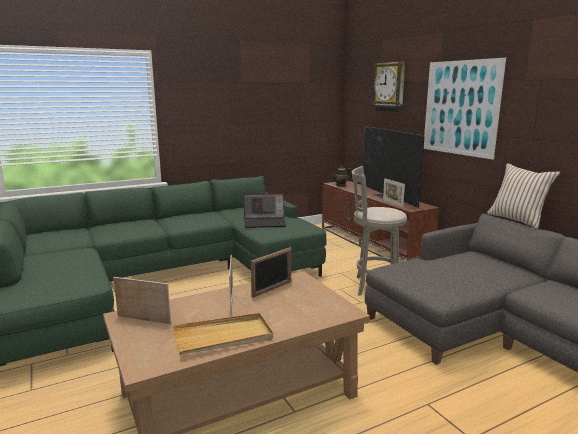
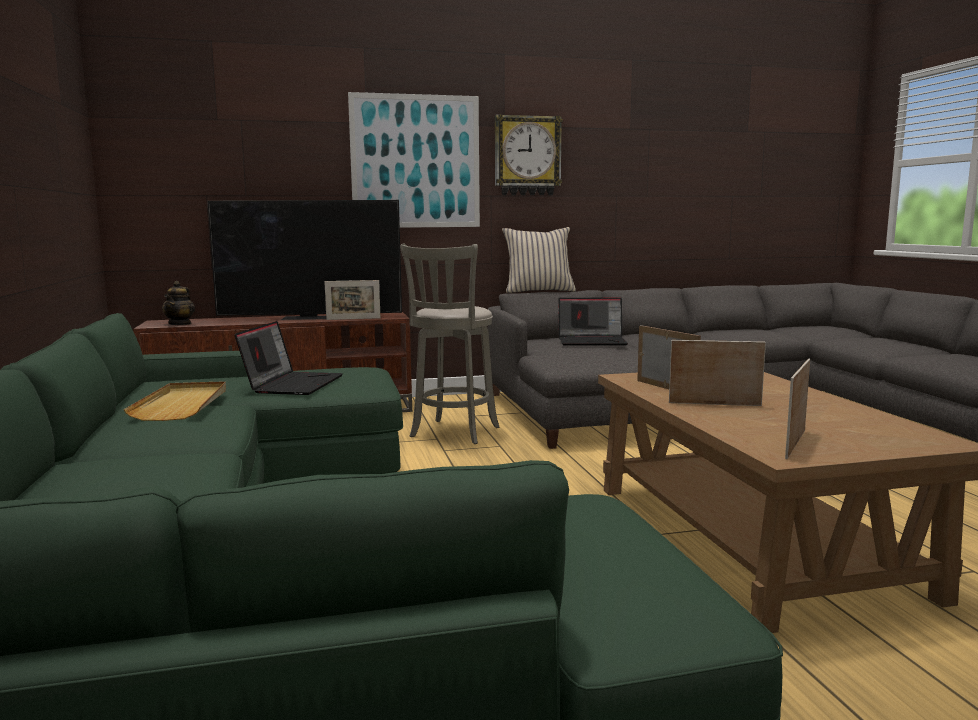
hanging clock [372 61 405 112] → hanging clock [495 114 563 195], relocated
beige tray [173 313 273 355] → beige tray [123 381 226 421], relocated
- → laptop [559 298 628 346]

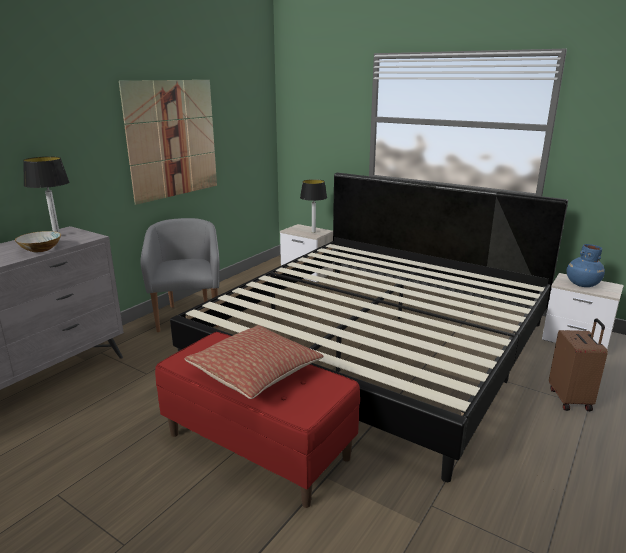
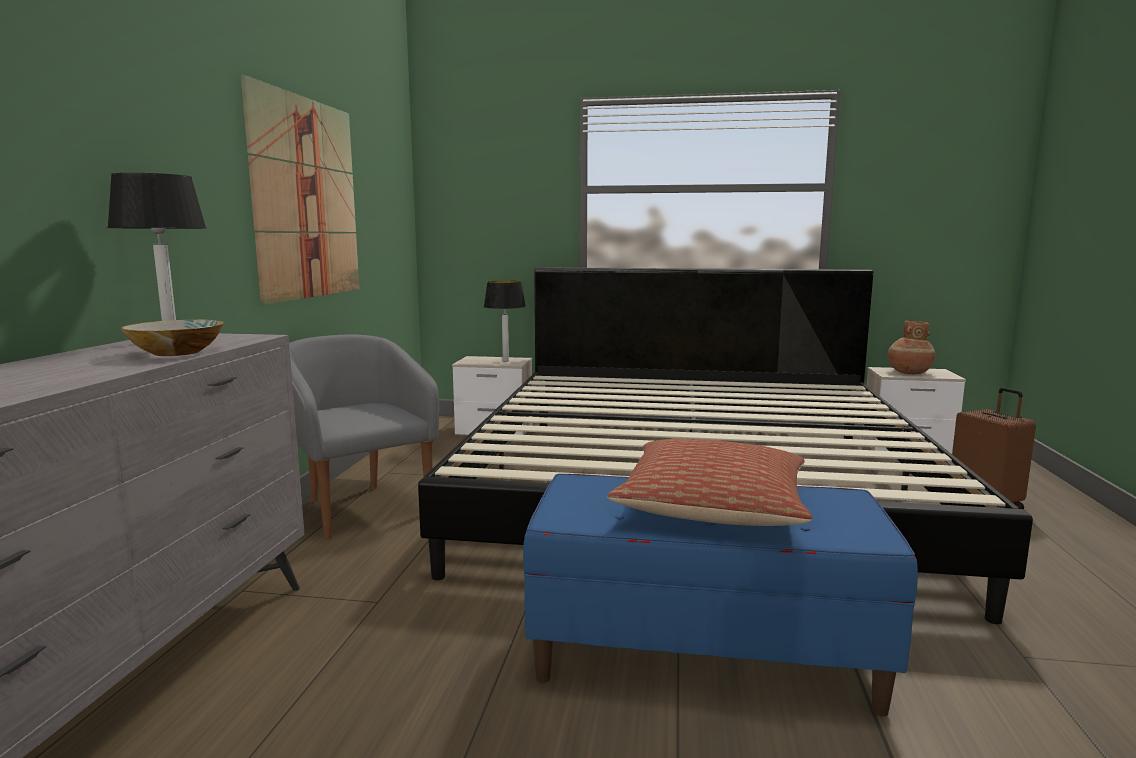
blue flower vase [567 244 605 287] → brown flower vase [888 321 935 374]
red-coloured indoor bench [155 332 360 508] → blue indoor bench [523 474 918 716]

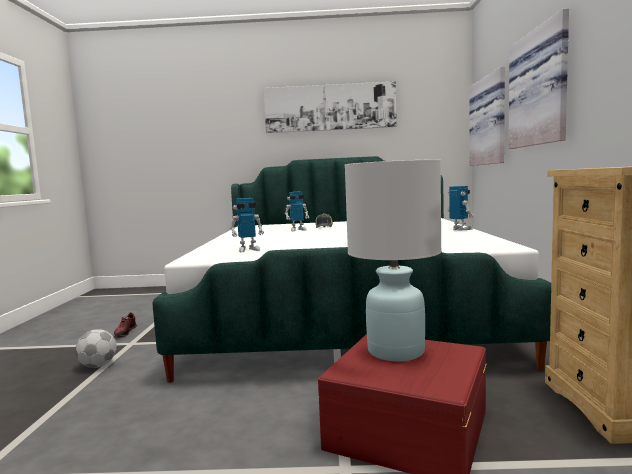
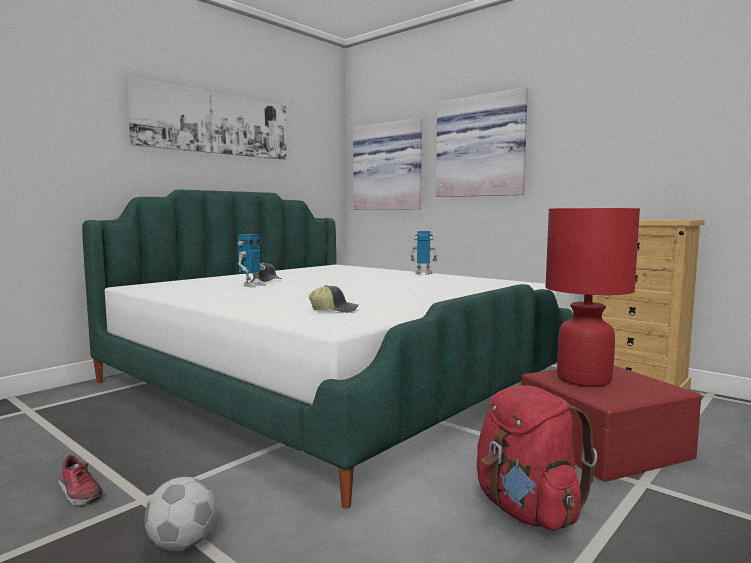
whitish tabletop lamp [345 159 442 361] → red-coloured tabletop lamp [545 208 640 387]
robot figure [230 198 264 252] → baseball cap [309 285 359 313]
- → red-coloured backpack [477 385 597 531]

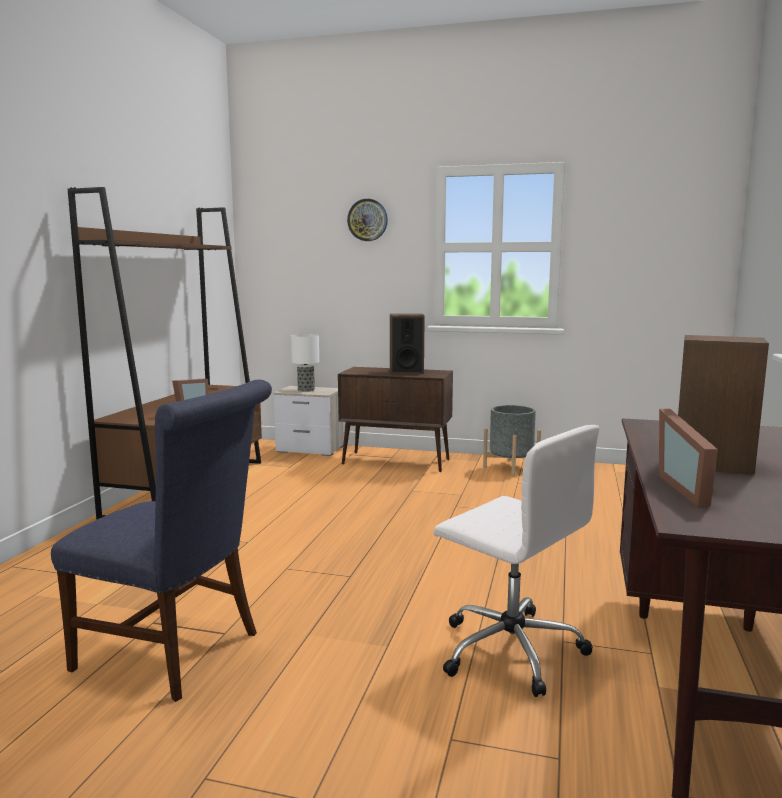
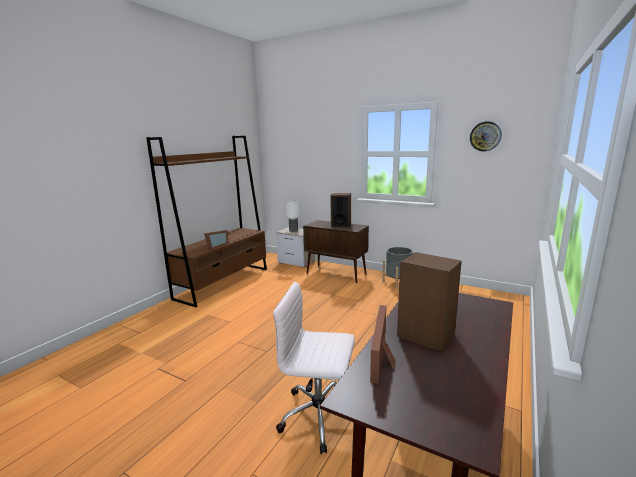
hanging clock [347 199 388 241] → hanging clock [470 121 502 151], relocated
blue plain chair [51 380 272 702] → -
whitish desk chair [434 425 600 697] → whitish desk chair [273 281 355 454], 135 degrees clockwise

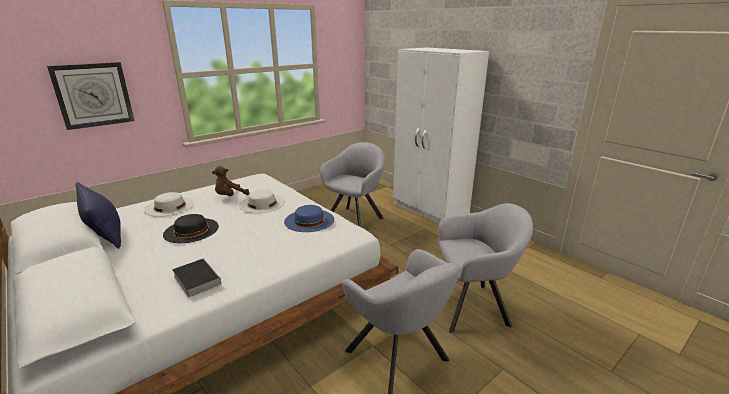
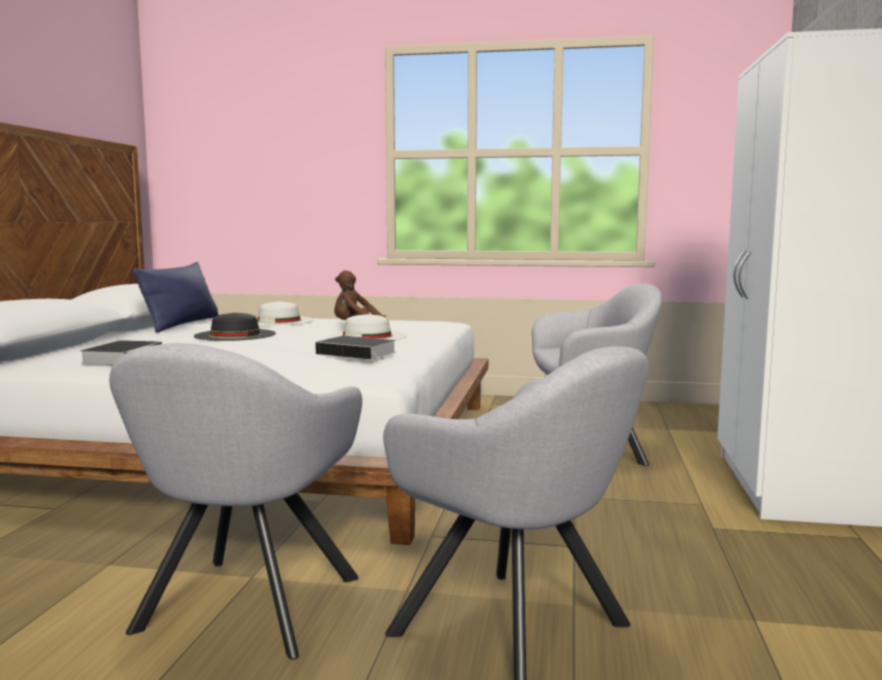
hanging clock [47 62 135 130] → -
blue hat [284 205 334 232] → volume [315 336 396 360]

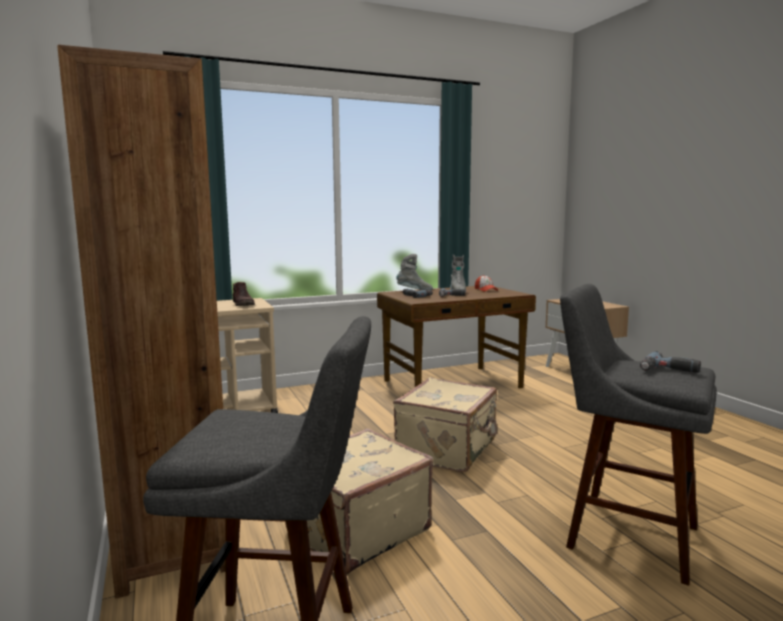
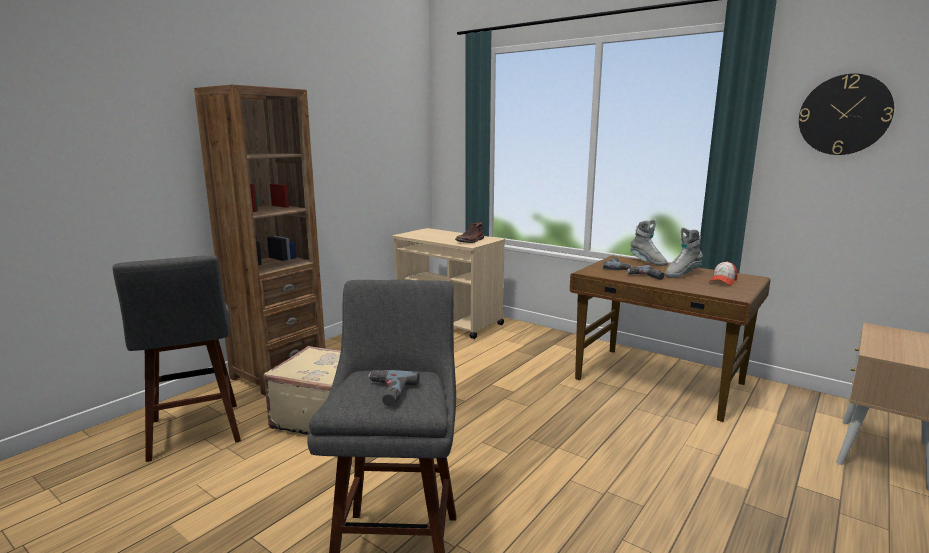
beige piece of luggage [393 378 497 473] → -
- → hanging clock [799 74 894 155]

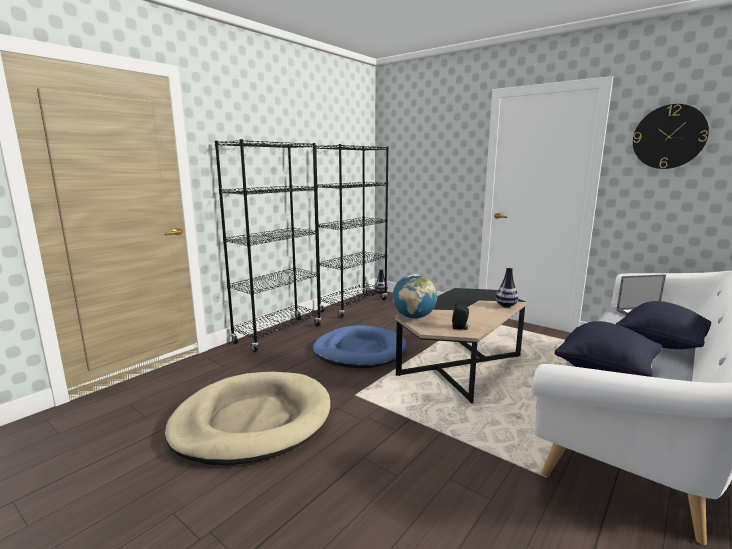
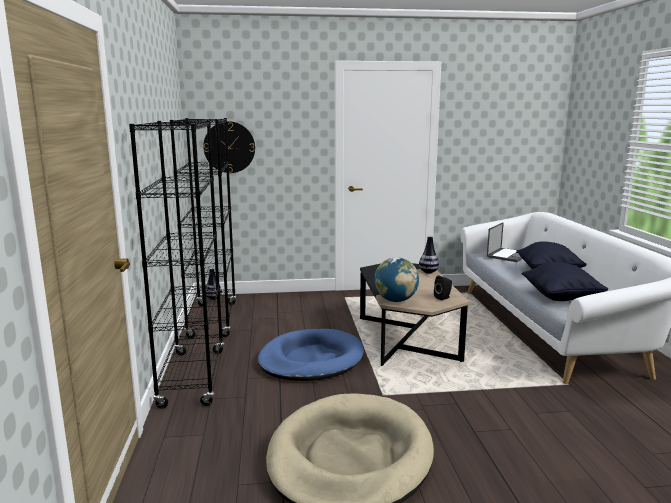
hanging clock [633 104 709 169] → hanging clock [203 121 255 173], relocated

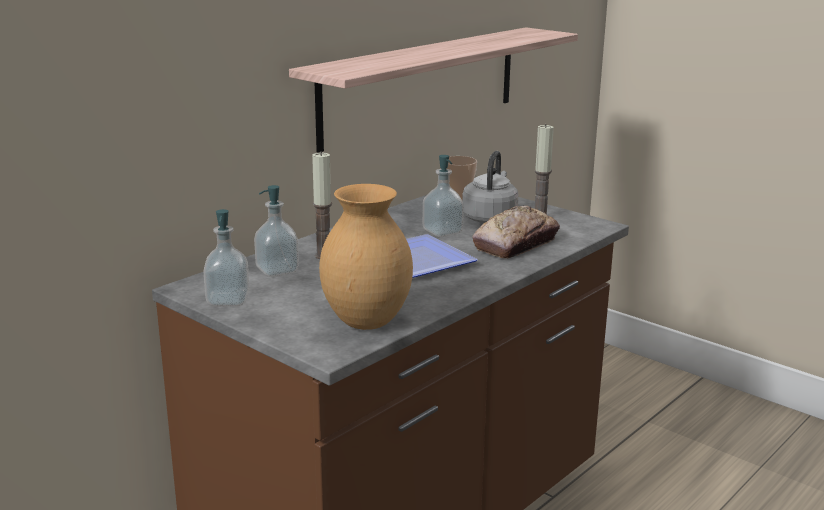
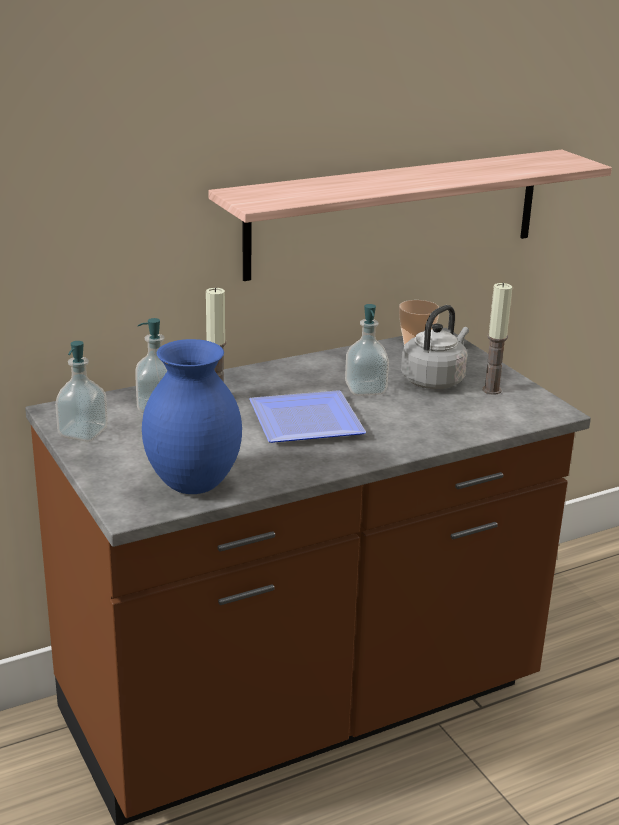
brown flower vase [319 184 413 330] → blue flower vase [142 339 242 494]
bakery bread [472 206 560 258] → -

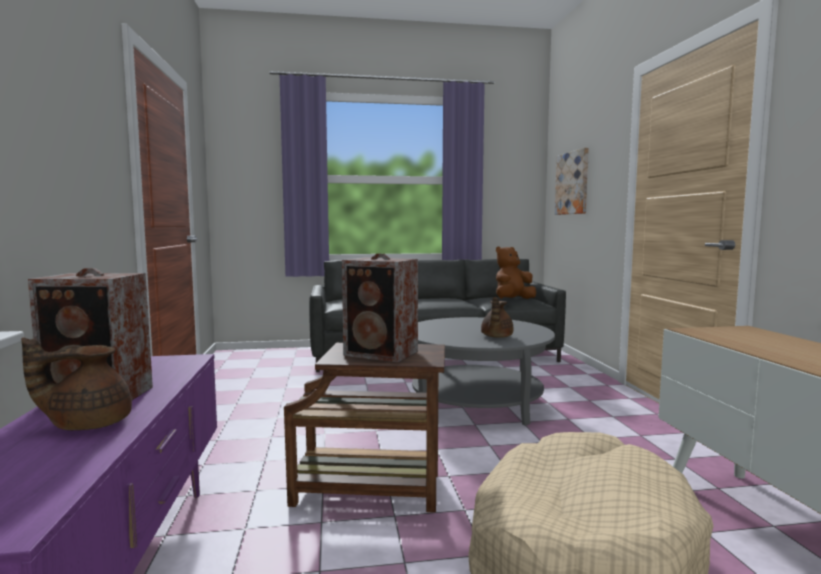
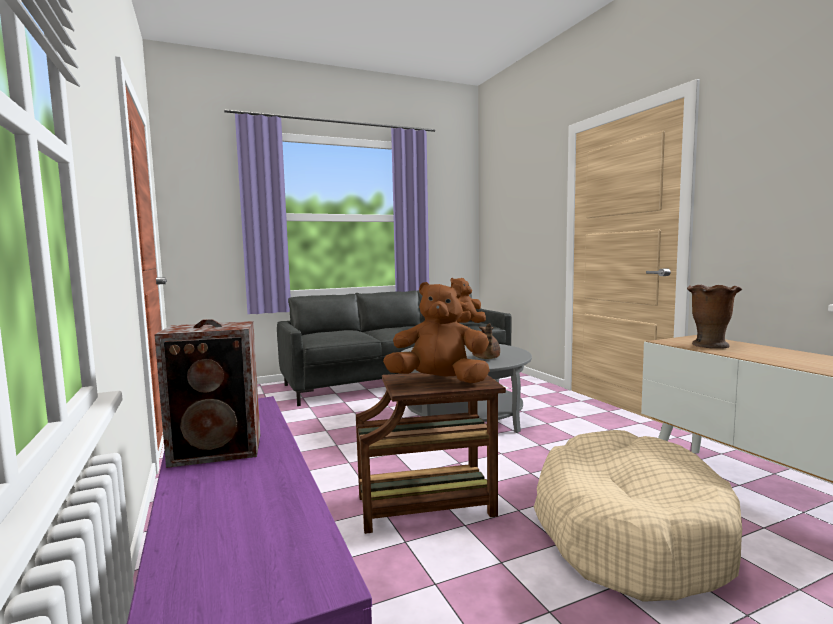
picture [555 147 589 215] → -
loudspeaker [342 254 418 363] → brown soft toy [383 282 490 383]
brown pot for tea [21 337 132 430] → -
- → brown flower vase [687 285 742 349]

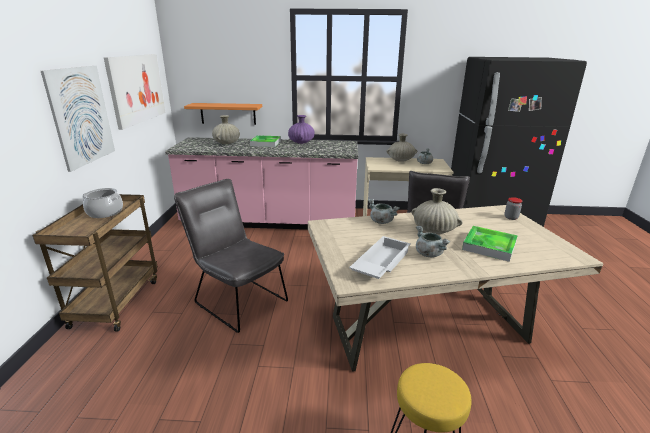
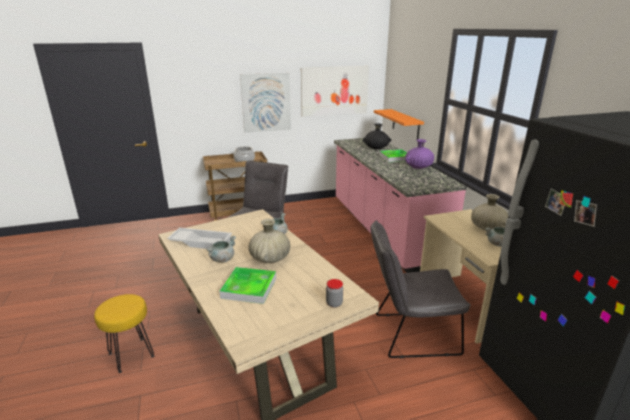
beige flower vase [212 115 240 144] → blackish flower vase [362 123 391 149]

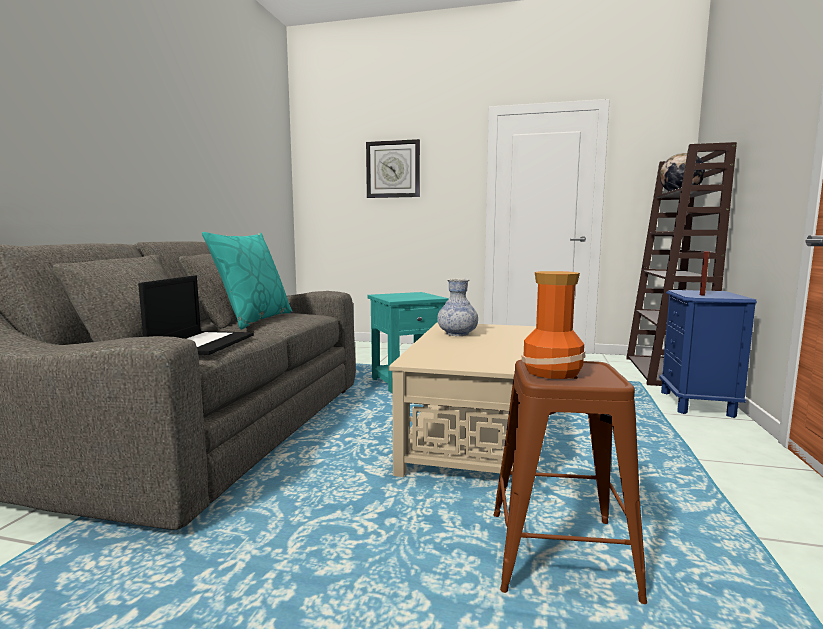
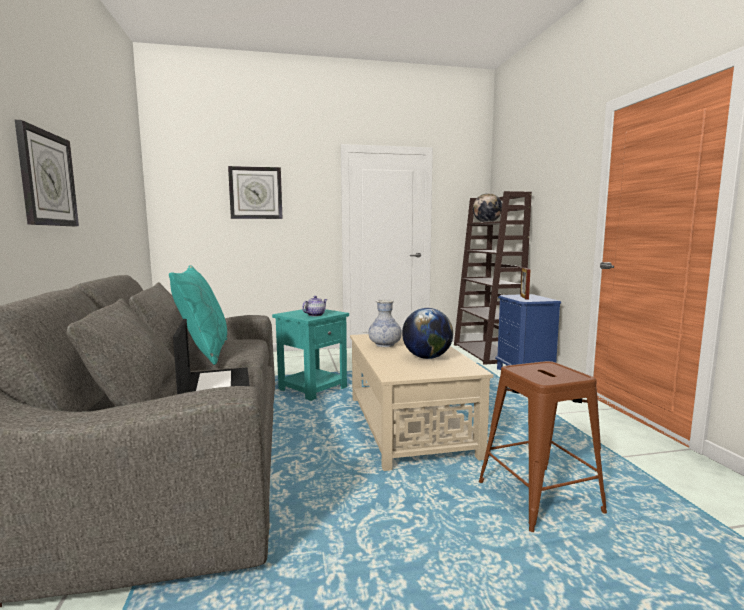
flower vase [521 271 586 379] → -
- → hanging clock [15 120 79 226]
- → pot for tea [302 296 327 316]
- → desk globe [402 308 453 359]

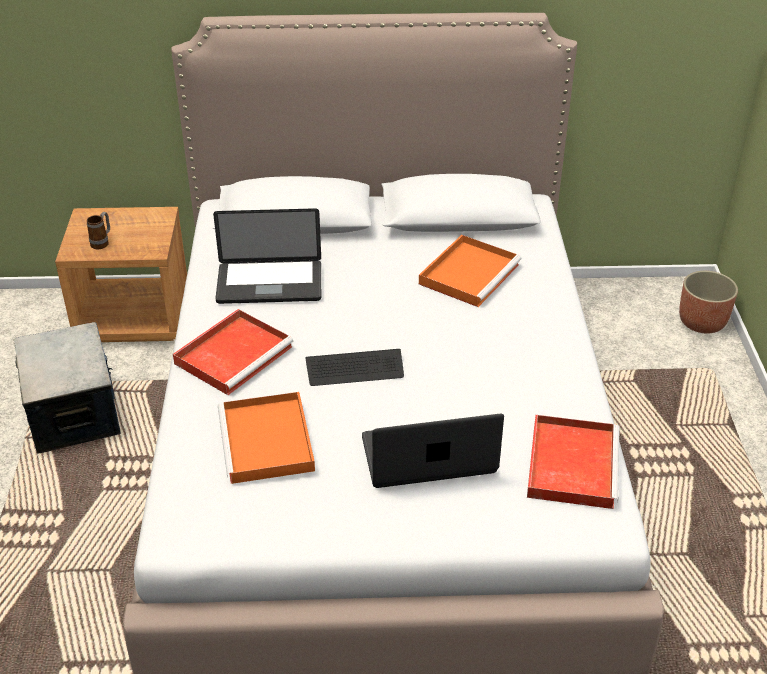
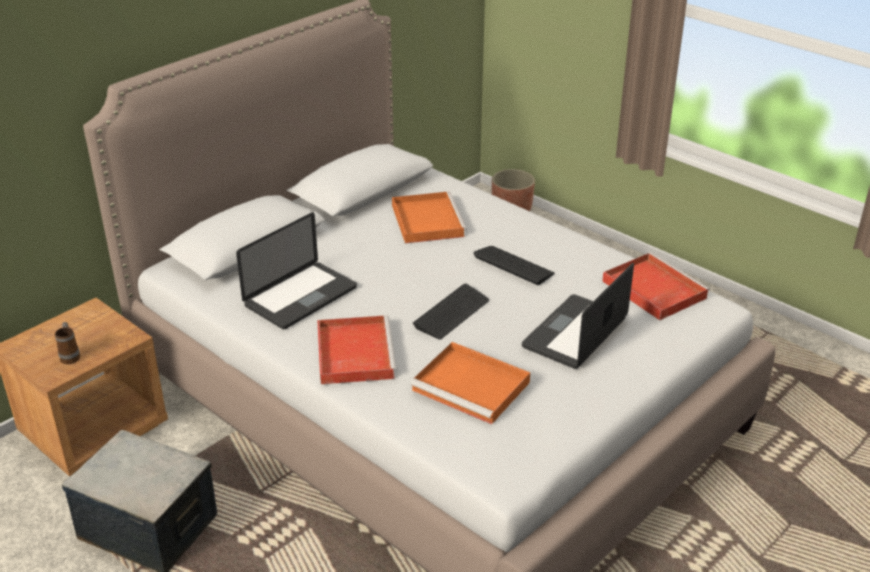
- → computer keyboard [473 246 555 285]

